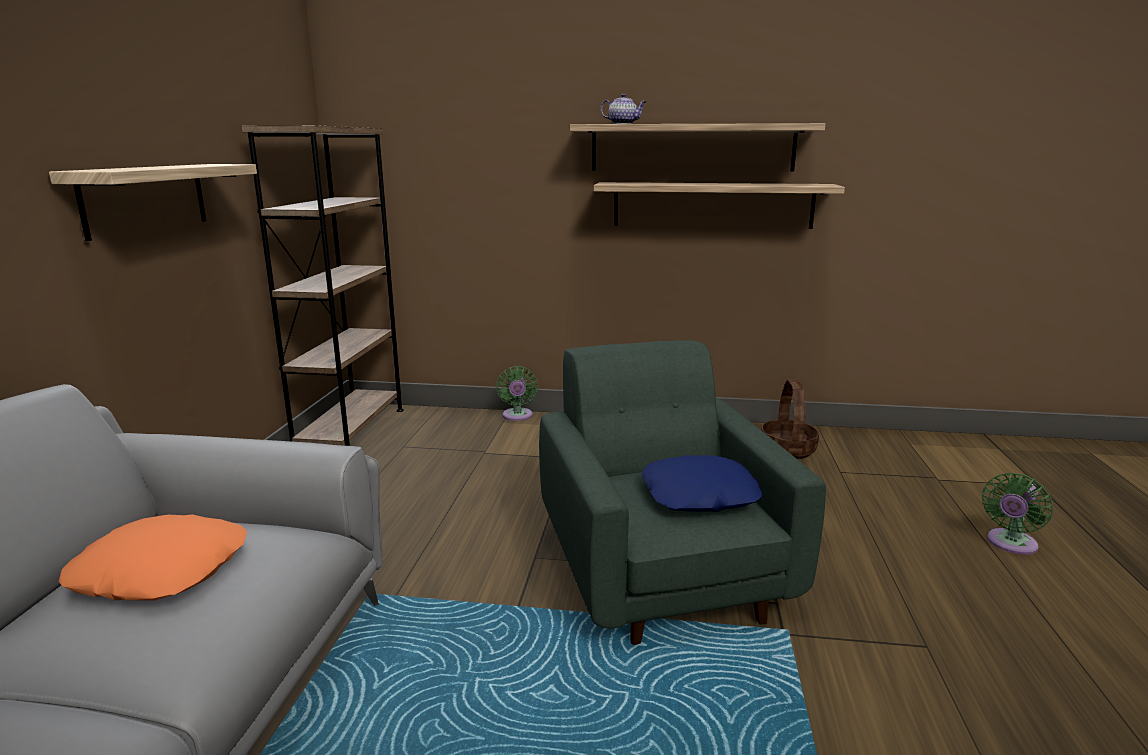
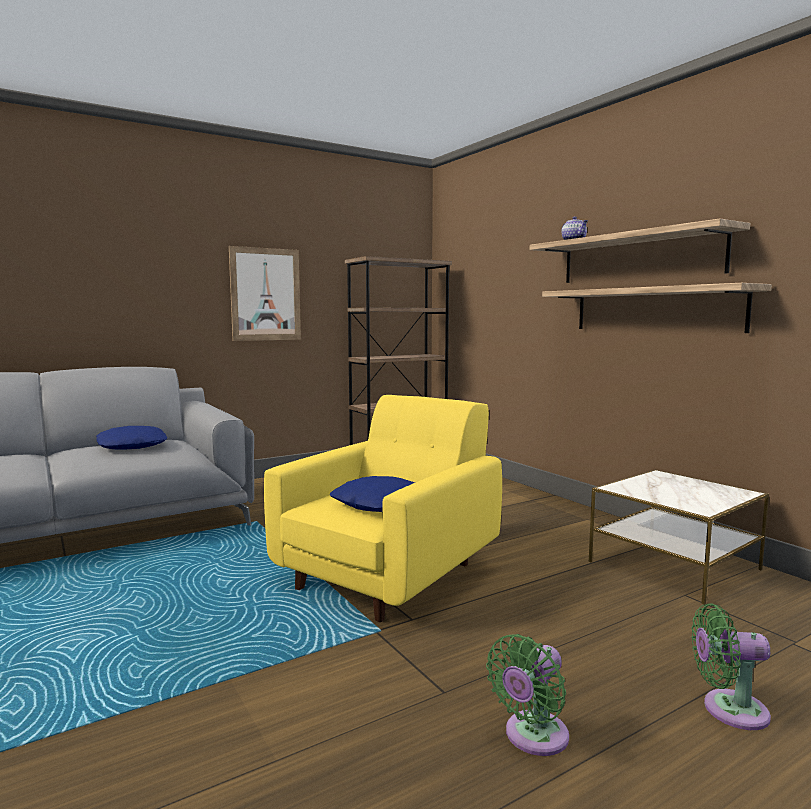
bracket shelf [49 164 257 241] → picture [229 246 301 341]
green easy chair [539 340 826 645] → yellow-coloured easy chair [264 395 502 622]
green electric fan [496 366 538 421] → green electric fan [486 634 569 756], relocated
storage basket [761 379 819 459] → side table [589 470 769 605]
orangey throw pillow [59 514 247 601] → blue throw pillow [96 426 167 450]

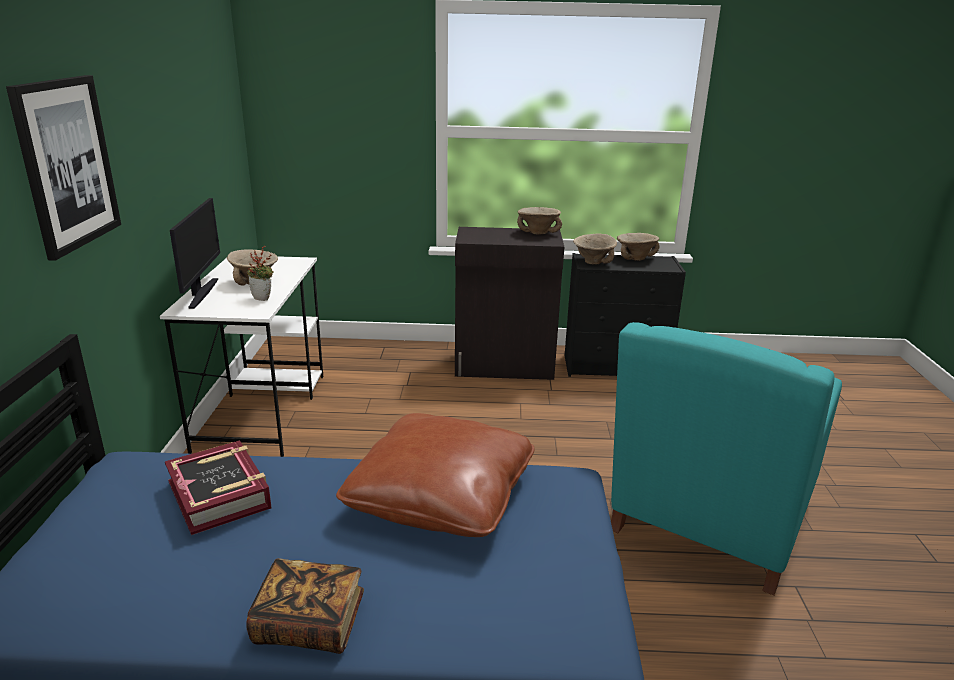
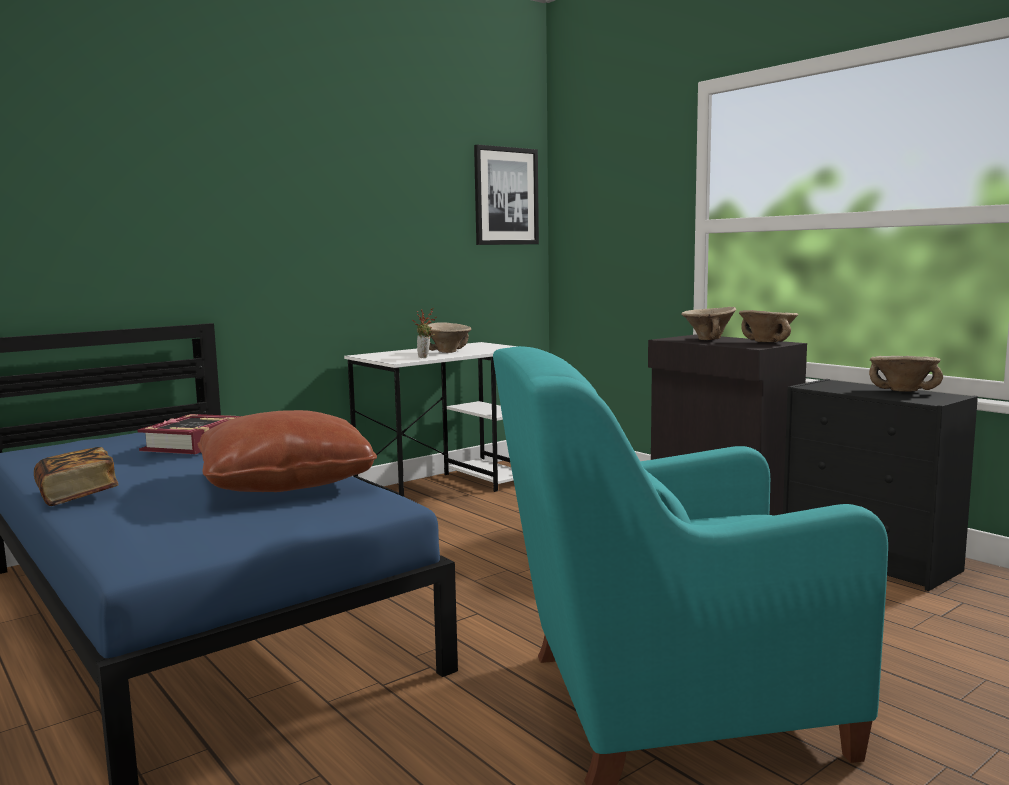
picture [6 75 121 261] → picture [474 145 539 245], relocated
computer display [170 198 220 309] → -
beige serving bowl [573 233 617 264] → beige serving bowl [681 307 736 340], relocated

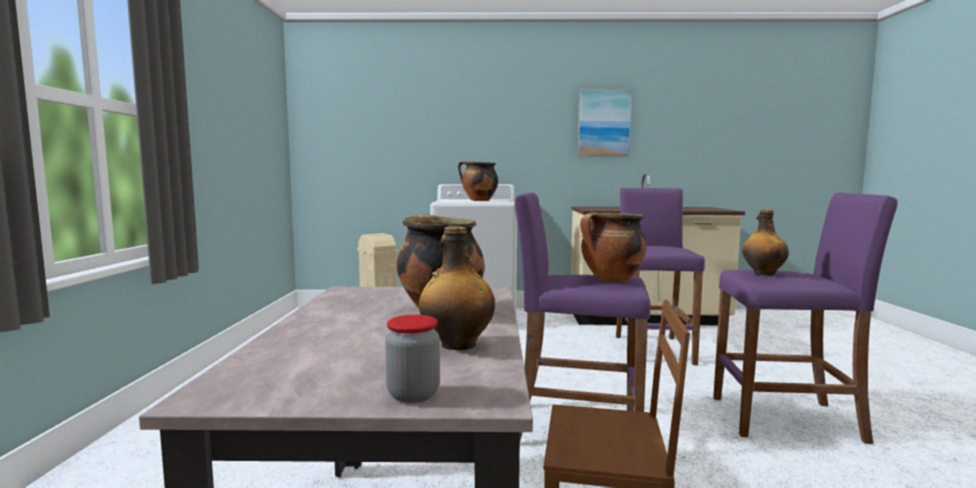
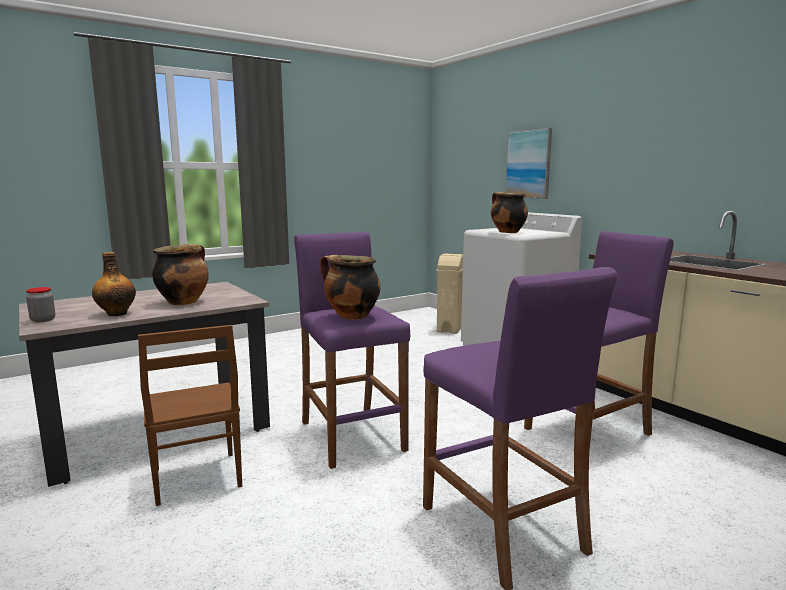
picture [577 89 632 157] → picture [505 128 552 199], relocated
drink bottle [742 209 789 276] → -

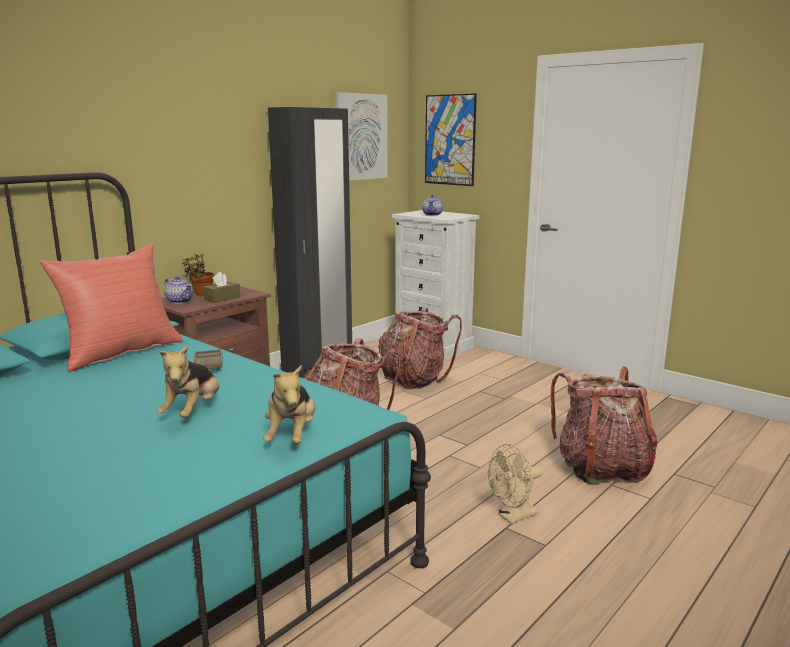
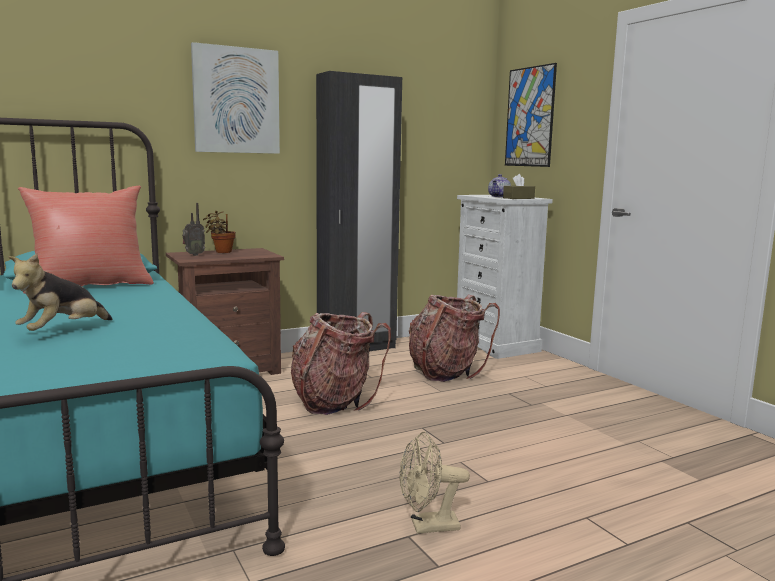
picture [335 92 388 181] → picture [191 42 280 154], relocated
brown tissue holder [203 272 240 303] → brown tissue holder [503 174 535 199], relocated
pot for tea [165 276 193 304] → radio set [182 203 205 256]
brown tray [193 349 223 370] → -
soft toy [263 365 315 444] → -
backpack [551 366 658 485] → -

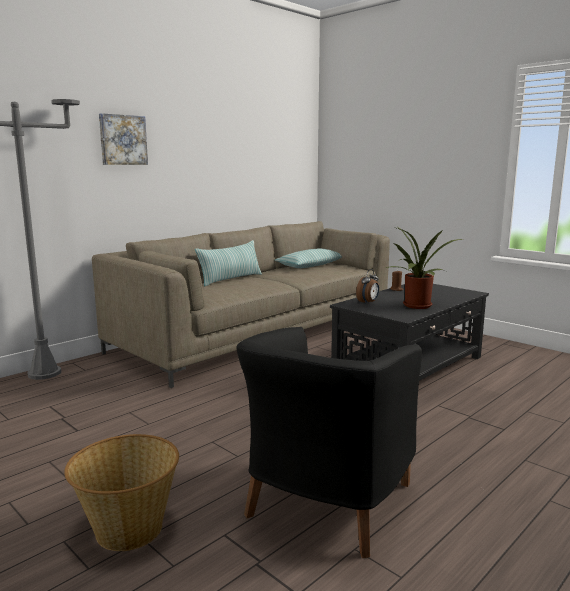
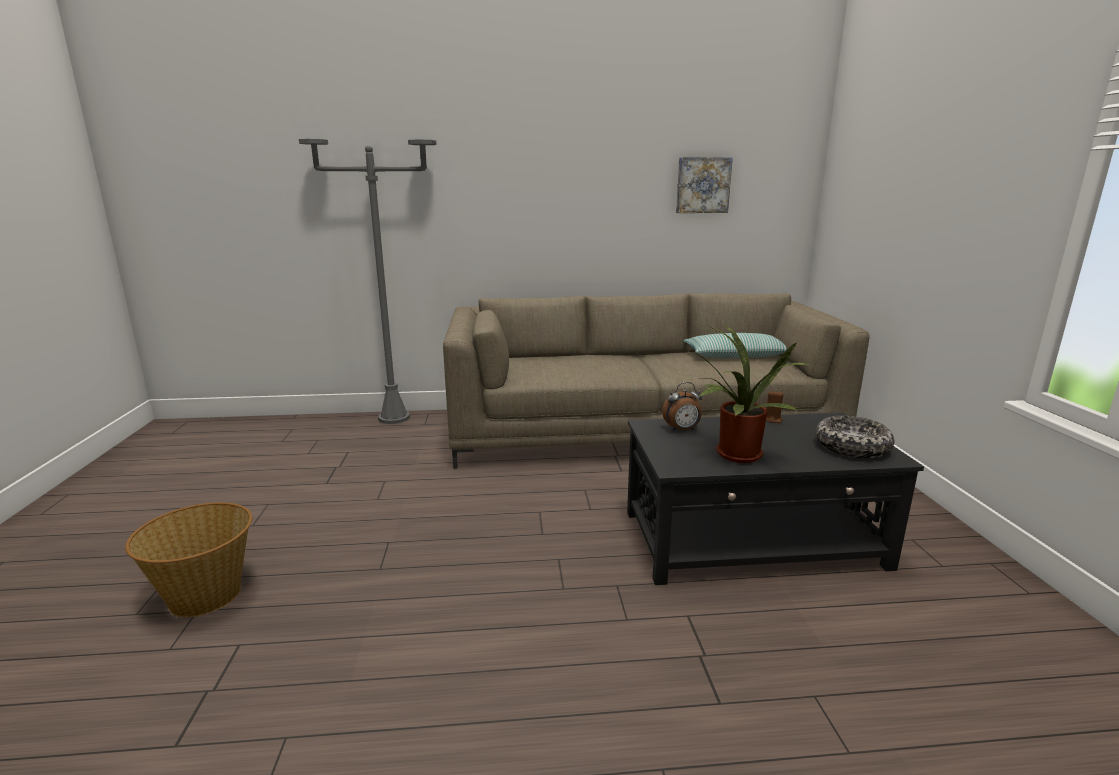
picture [99 113 148 165] → picture [676 157 733 213], relocated
throw pillow [195 240 262 286] → -
blackish easy chair [236 327 422 558] → -
- → serving bowl [815 416 894 458]

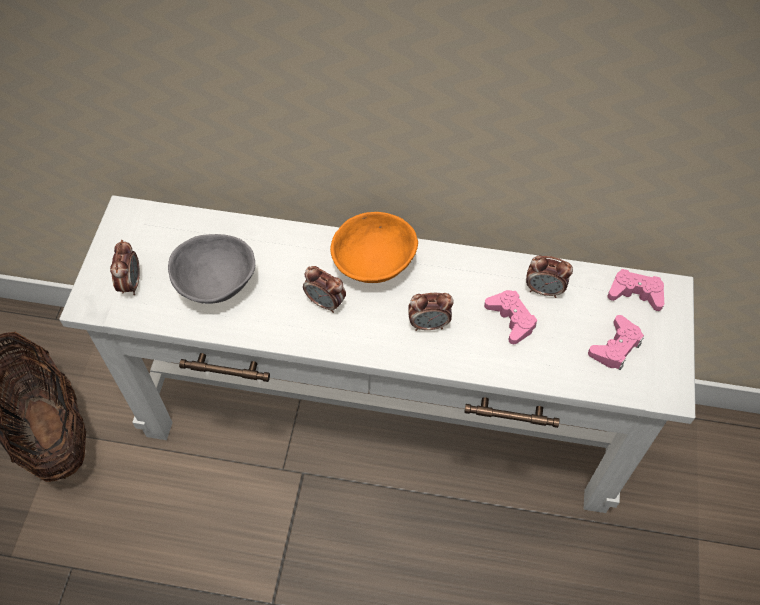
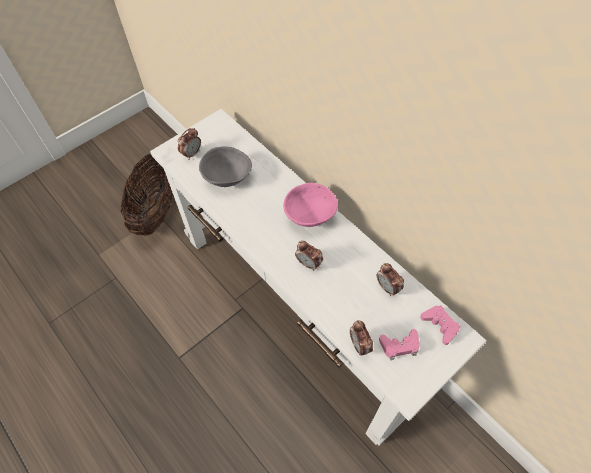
orangey serving bowl [330 212 418 283] → pink-coloured serving bowl [283 183 338 227]
alarm clock [303 266 346 313] → alarm clock [350 321 373 356], relocated
pink-coloured joypad [484 290 537 344] → -

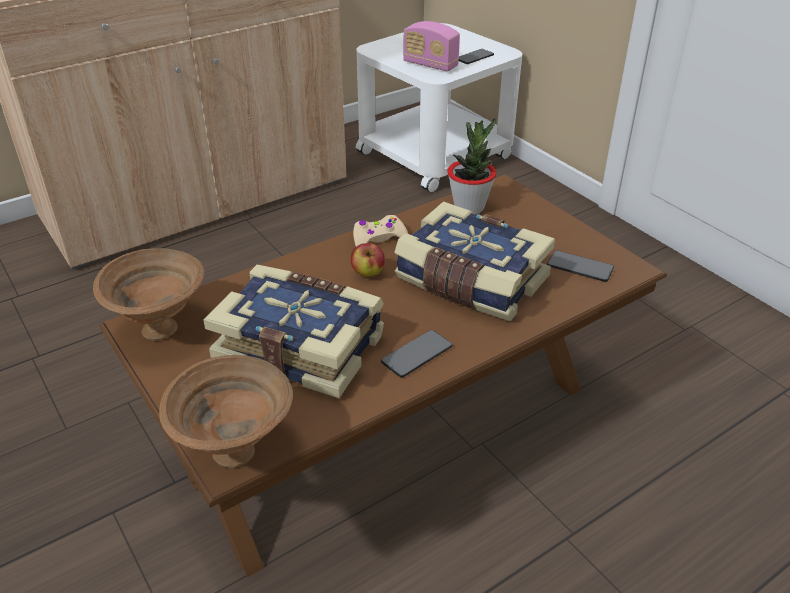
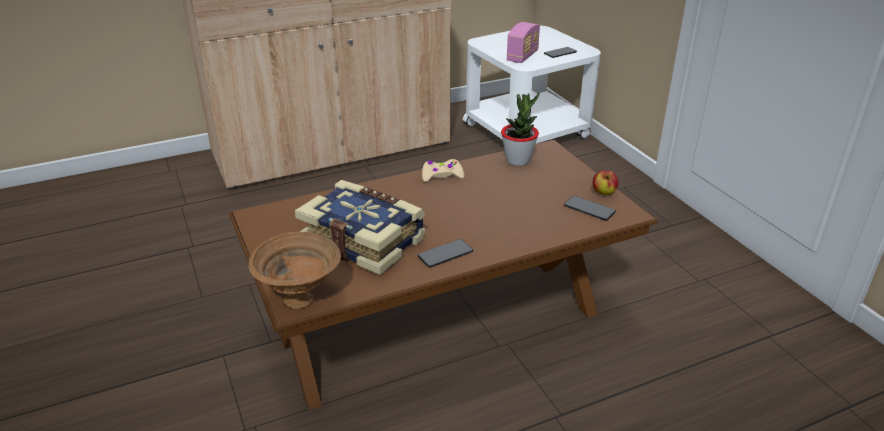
radio set [403 21 460 72] → radio set [507 22 540 63], 105 degrees counterclockwise
volume [394 201 555 321] → -
whole apple [351 243 385 277] → whole apple [593 170 618 195], relocated
brown serving bowl [93 248 204 341] → -

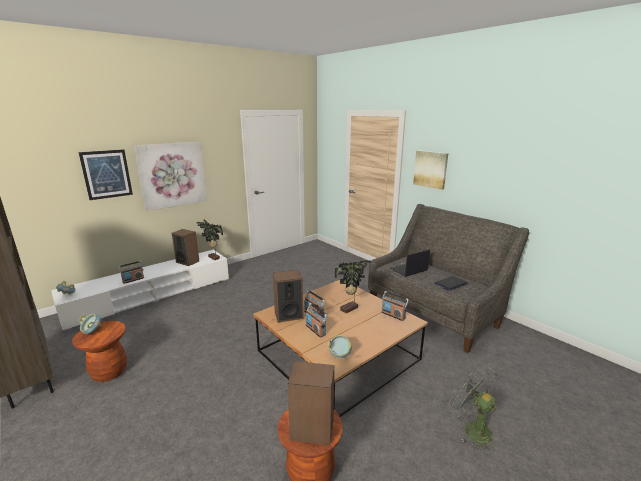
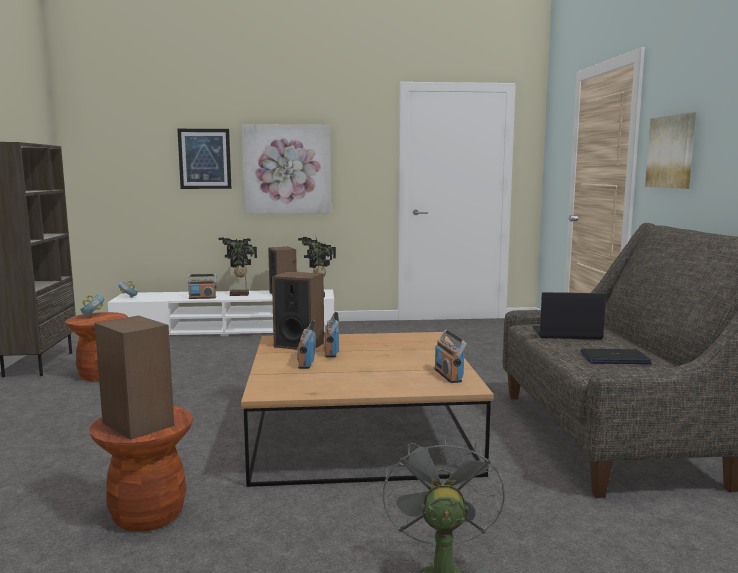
plant in a pot [334 260 371 314] → plant in a pot [218 238 257 296], relocated
serving bowl [328 335 352 358] → -

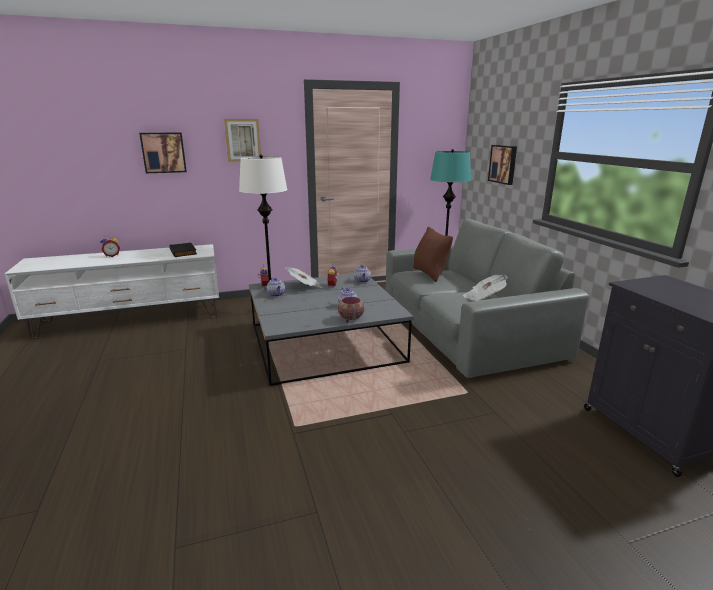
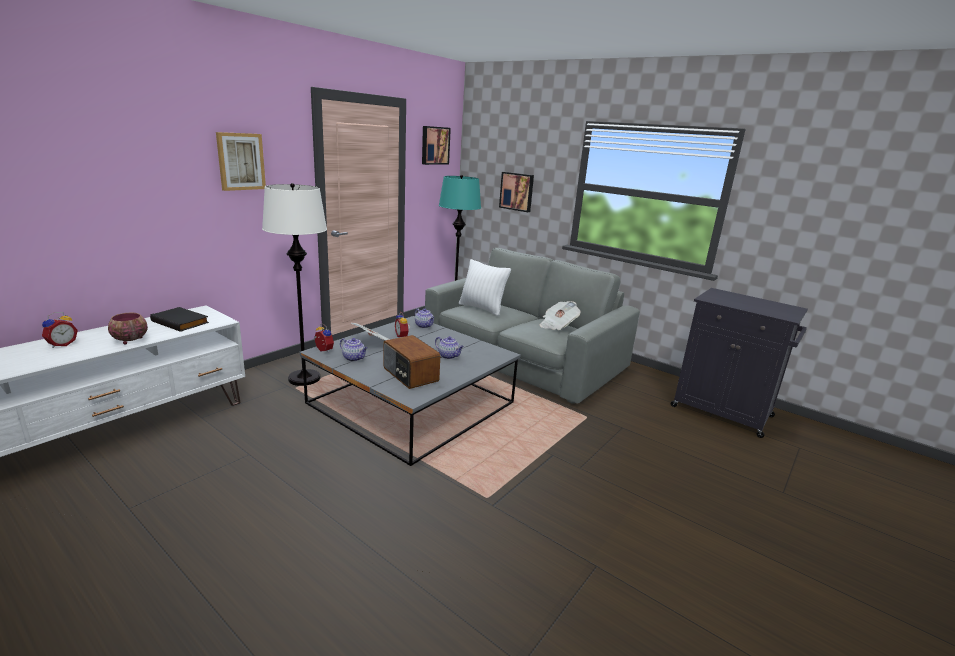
picture [139 132 187 173] → picture [422 126 451 165], relocated
brown throw pillow [413 227 453 282] → whitish throw pillow [459 259 511 316]
serving bowl [338 297 364 322] → serving bowl [108 313 148 344], relocated
- → radio set [383 335 440 389]

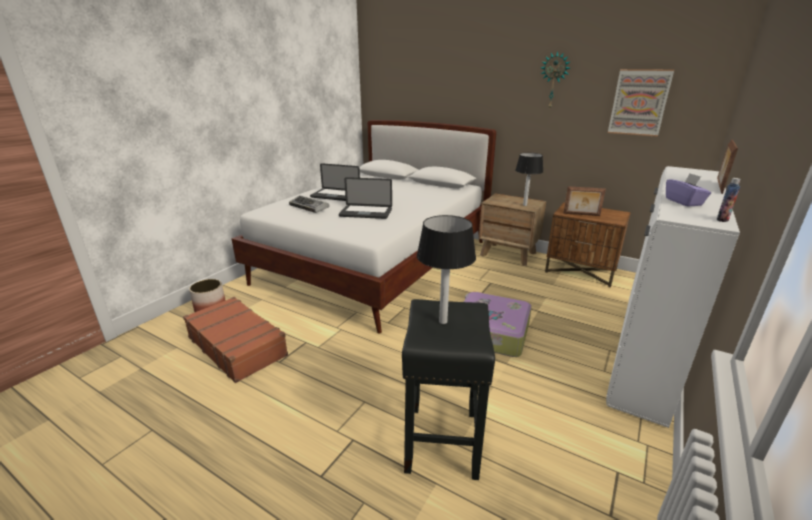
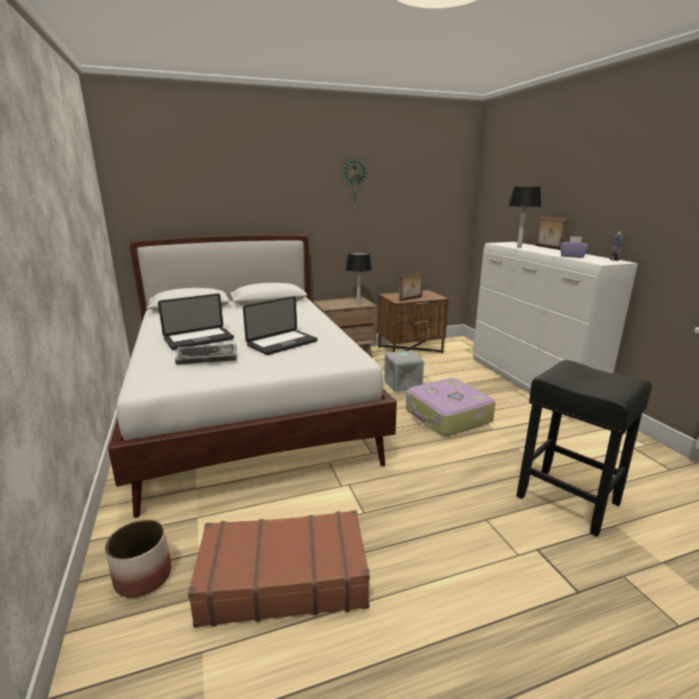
picture [608 69 674 137] → -
tabletop lamp [417 215 476 324] → tabletop lamp [508 187 541 248], relocated
- → grey storage container [384 350 424 392]

